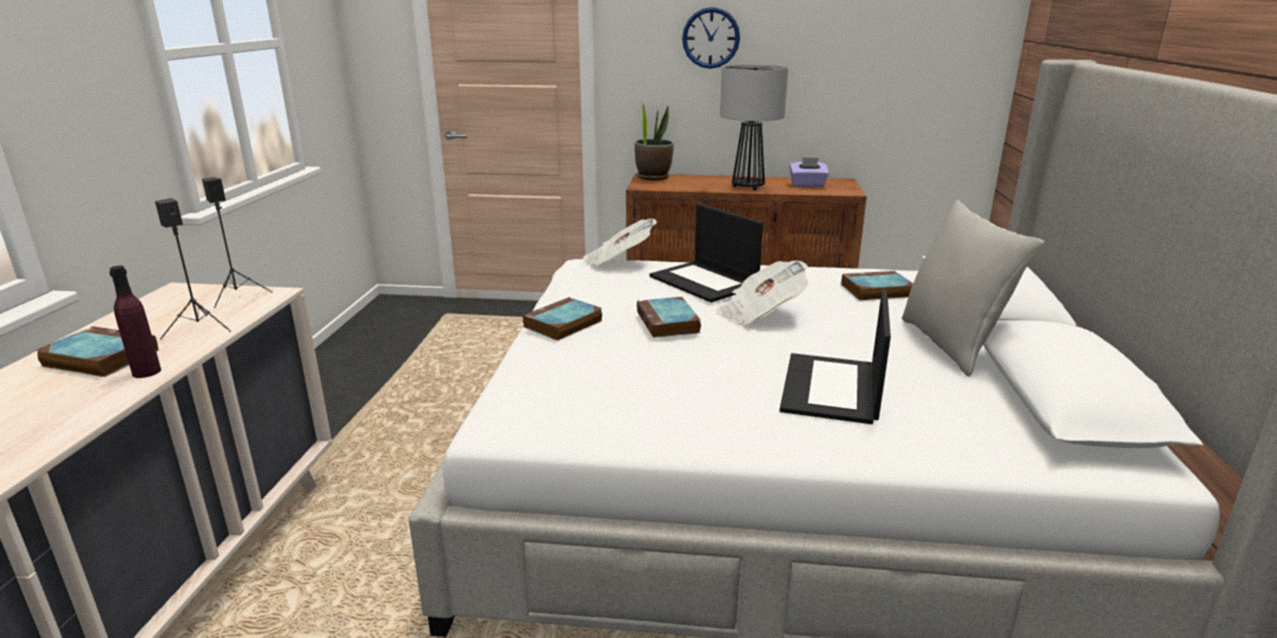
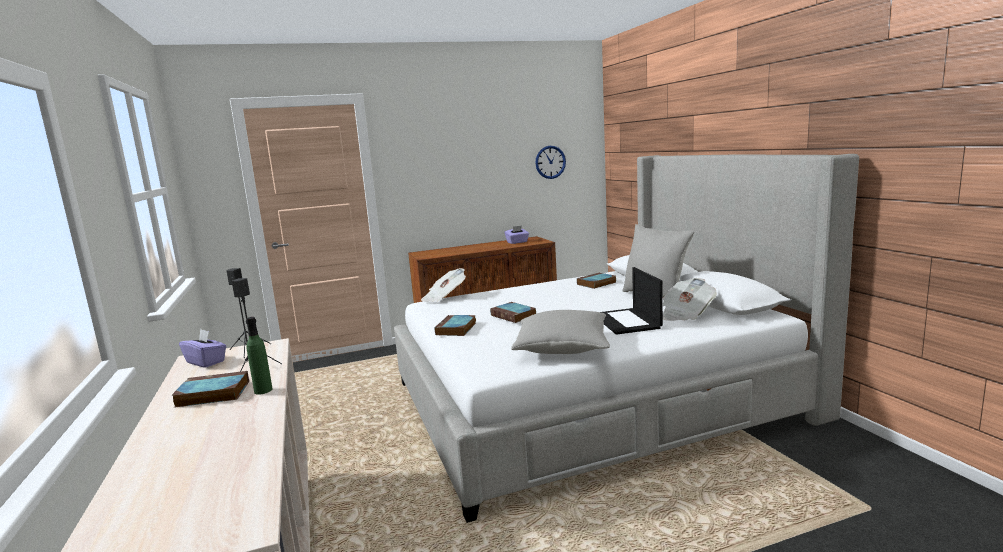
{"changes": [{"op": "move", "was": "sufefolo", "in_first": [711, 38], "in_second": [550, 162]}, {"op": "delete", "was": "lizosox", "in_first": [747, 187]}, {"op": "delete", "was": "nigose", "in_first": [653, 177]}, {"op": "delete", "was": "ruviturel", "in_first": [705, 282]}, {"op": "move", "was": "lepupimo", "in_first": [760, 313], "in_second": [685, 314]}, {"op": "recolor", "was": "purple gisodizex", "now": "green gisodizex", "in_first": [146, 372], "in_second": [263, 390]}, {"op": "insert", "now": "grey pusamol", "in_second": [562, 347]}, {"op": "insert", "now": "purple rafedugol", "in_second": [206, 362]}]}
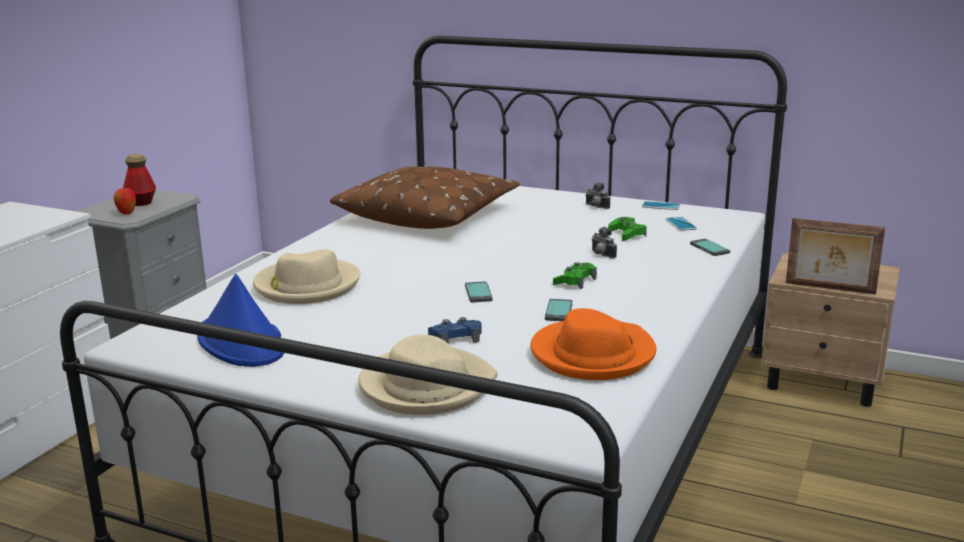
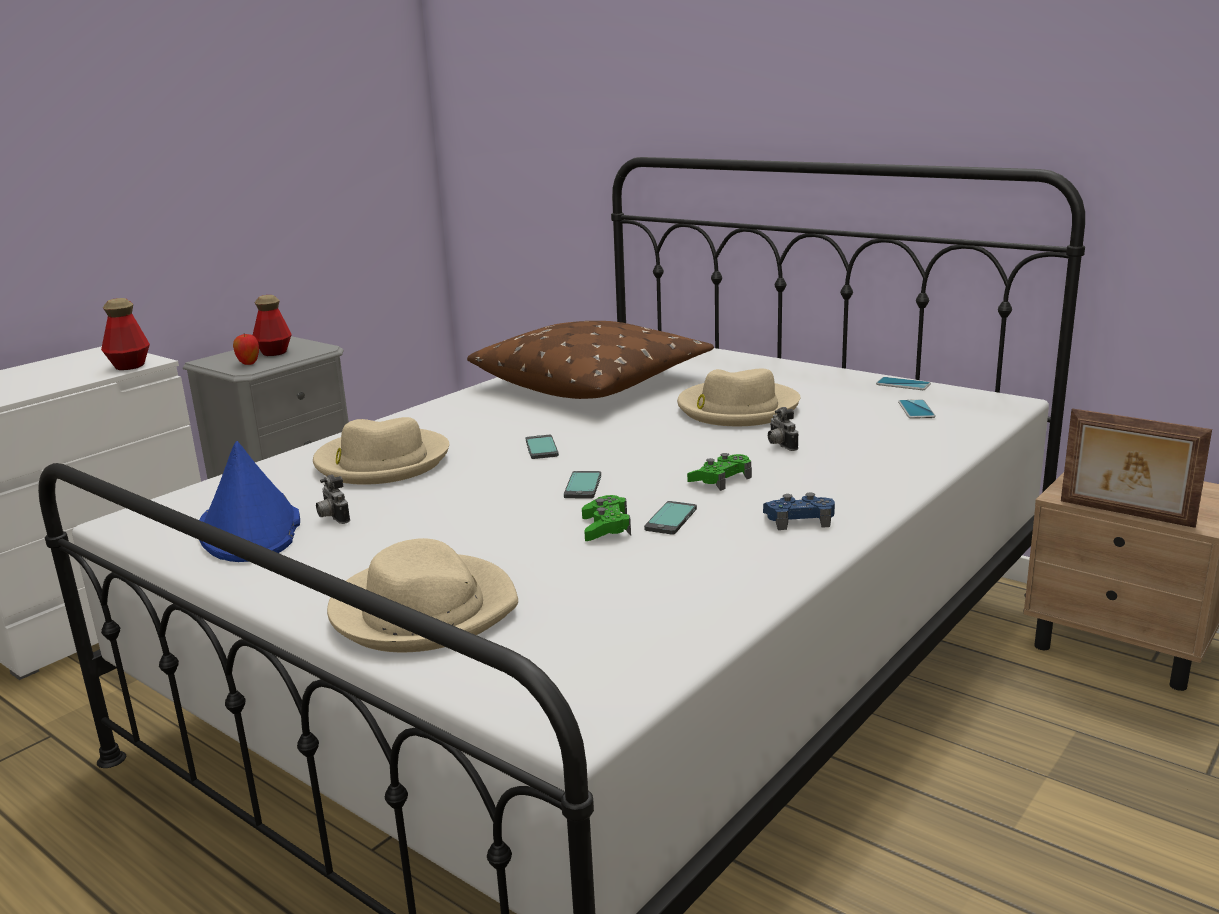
{"changes": [{"op": "move", "was": "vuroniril", "in_first": [595, 207], "in_second": [332, 518]}, {"op": "move", "was": "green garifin", "in_first": [627, 234], "in_second": [606, 527]}, {"op": "move", "was": "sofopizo", "in_first": [709, 248], "in_second": [541, 448]}, {"op": "delete", "was": "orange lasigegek", "in_first": [592, 354]}, {"op": "move", "was": "blue garifin", "in_first": [455, 338], "in_second": [799, 520]}, {"op": "insert", "now": "gisodizex", "in_second": [129, 365]}, {"op": "insert", "now": "beige lasigegek", "in_second": [737, 408]}]}
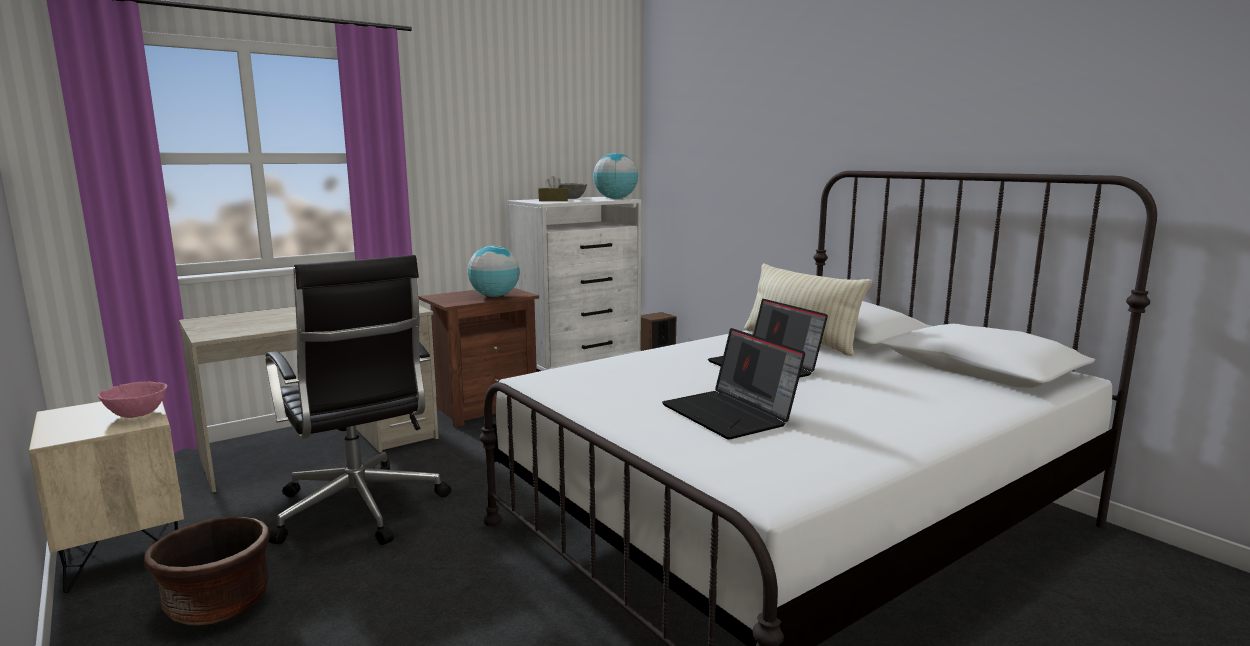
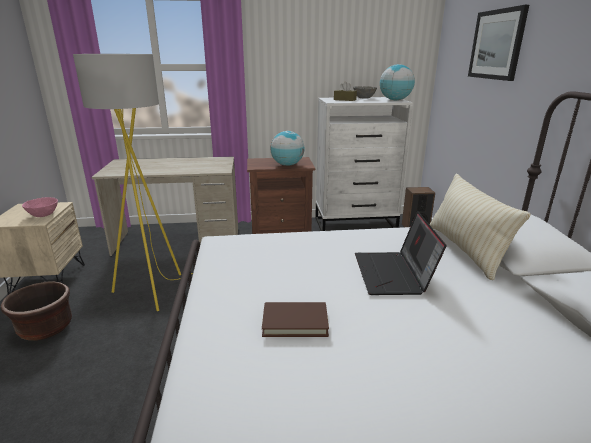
{"changes": [{"op": "replace", "was": "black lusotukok", "now": "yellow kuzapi", "in_first": [359, 510], "in_second": [155, 289]}, {"op": "replace", "was": "ruviturel", "now": "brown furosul", "in_first": [731, 414], "in_second": [295, 322]}, {"op": "insert", "now": "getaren", "in_second": [496, 44]}]}
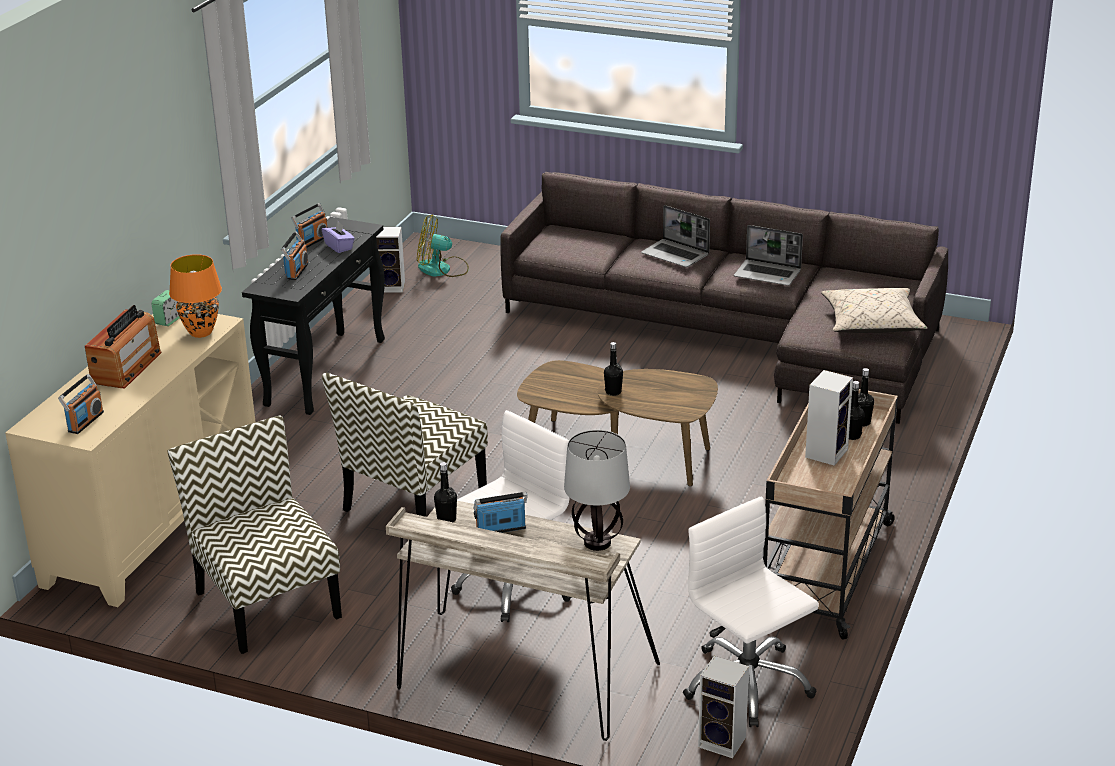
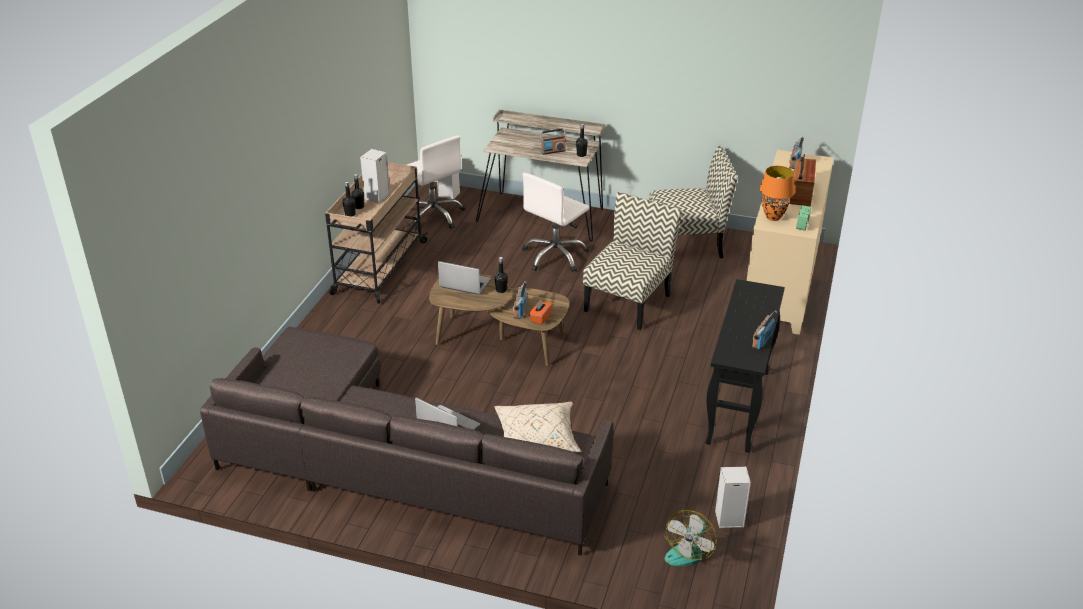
{"changes": [{"op": "rotate", "was": "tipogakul", "in_first": [442, 269], "in_second": [688, 550], "clockwise": 120}, {"op": "delete", "was": "purple rafedugol", "in_first": [339, 247]}, {"op": "move", "was": "ruviturel", "in_first": [768, 274], "in_second": [464, 284]}, {"op": "move", "was": "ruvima", "in_first": [297, 271], "in_second": [519, 310]}, {"op": "move", "was": "beige pusamol", "in_first": [871, 323], "in_second": [537, 439]}, {"op": "rotate", "was": "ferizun", "in_first": [266, 603], "in_second": [687, 244], "clockwise": -60}, {"op": "delete", "was": "lizosox", "in_first": [597, 543]}, {"op": "insert", "now": "orange rafedugol", "in_second": [540, 318]}]}
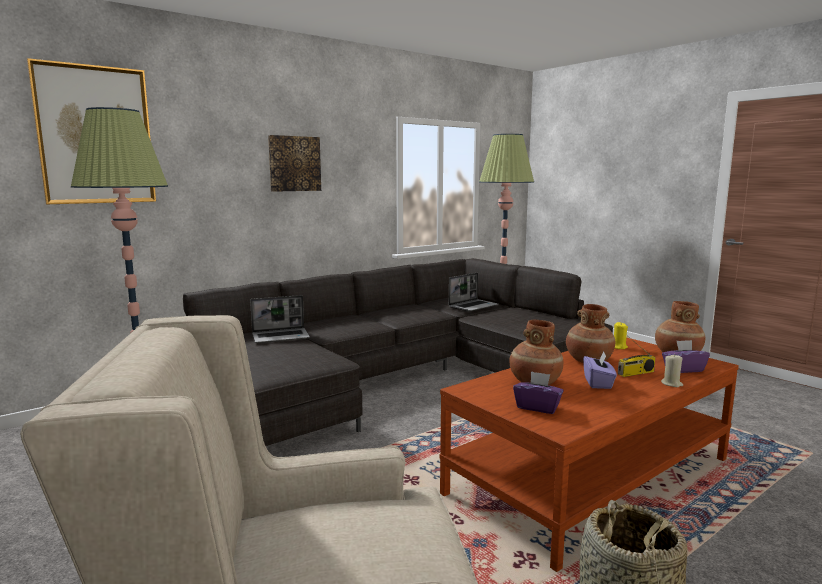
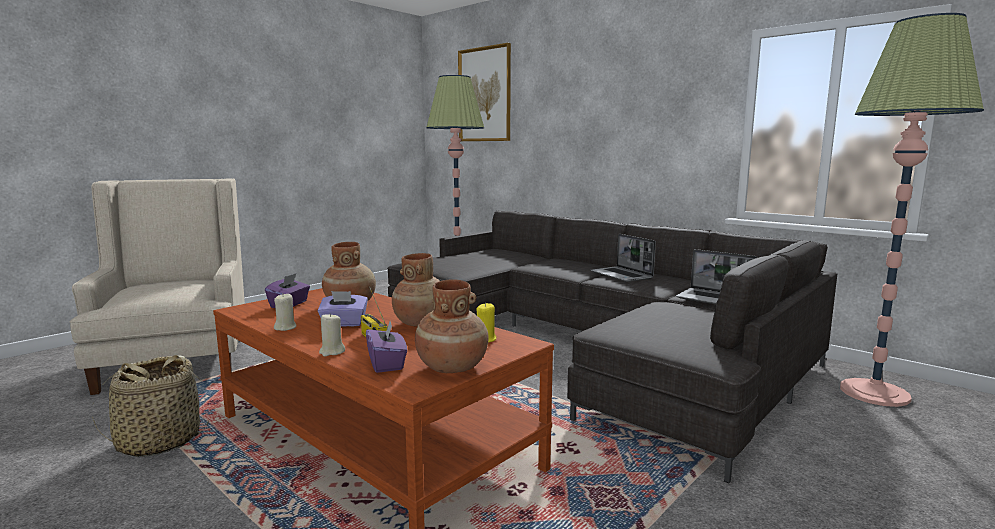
{"changes": [{"op": "delete", "was": "getaren", "in_first": [294, 163]}, {"op": "move", "was": "ruviturel", "in_first": [281, 336], "in_second": [622, 275]}, {"op": "insert", "now": "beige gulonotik", "in_second": [285, 327]}]}
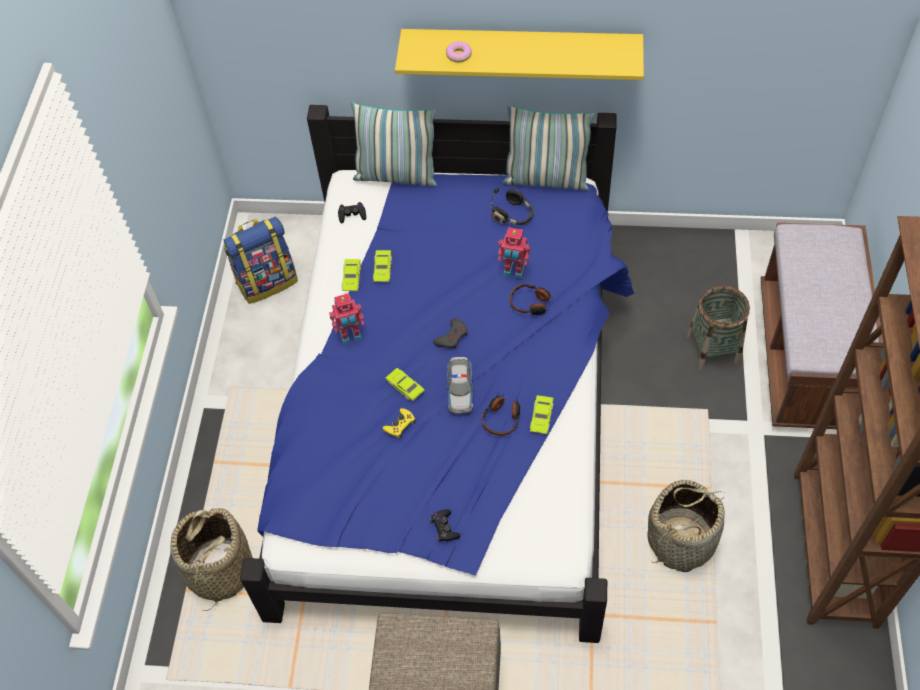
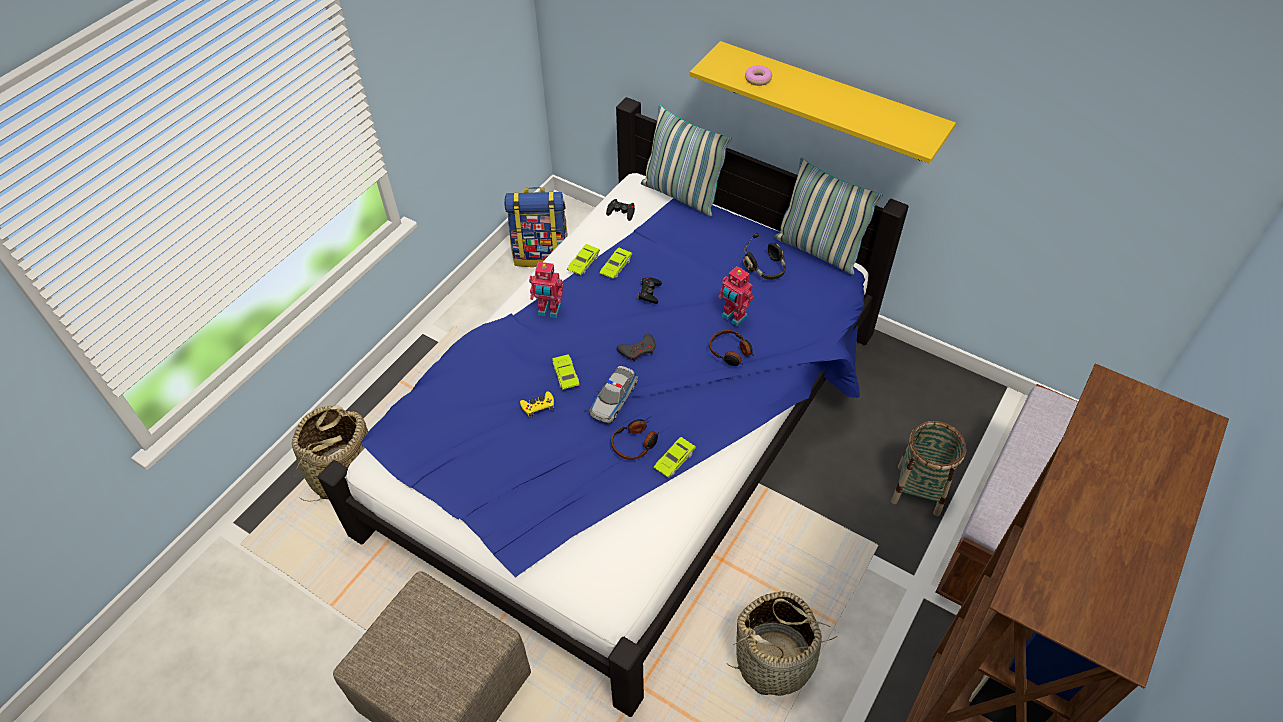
{"changes": [{"op": "move", "was": "black garifin", "in_first": [444, 528], "in_second": [649, 293]}]}
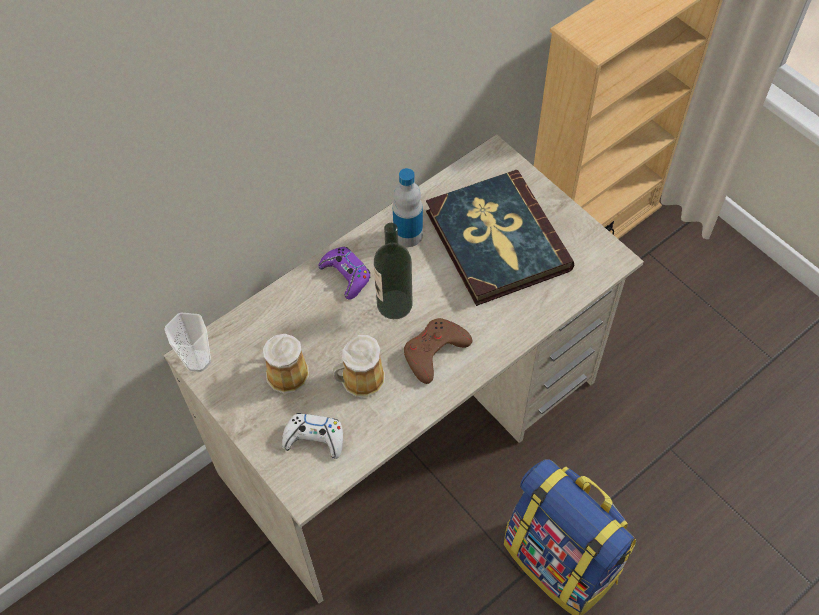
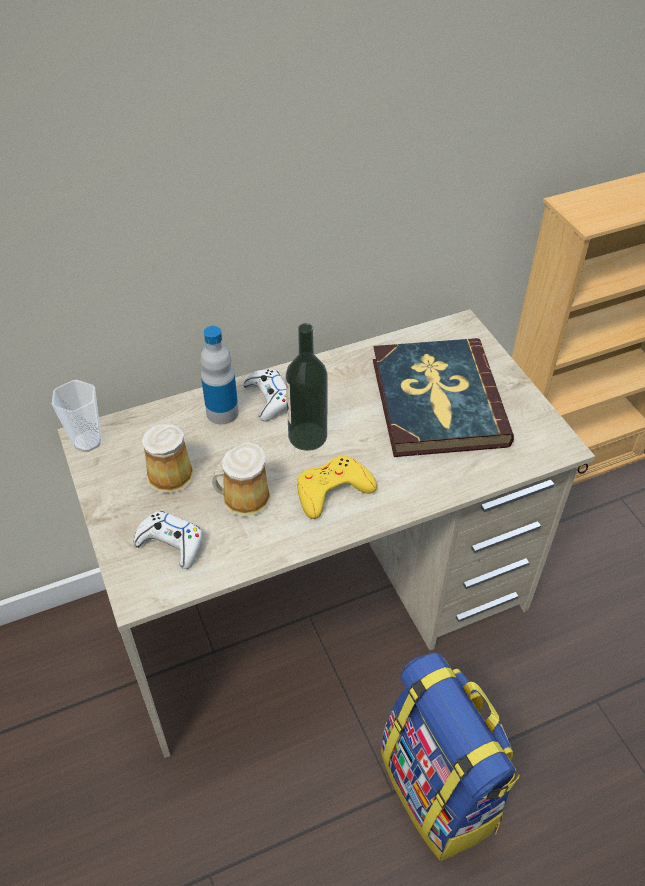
{"changes": [{"op": "move", "was": "gisodizex", "in_first": [408, 235], "in_second": [222, 412]}, {"op": "recolor", "was": "purple garifin", "now": "white garifin", "in_first": [346, 275], "in_second": [268, 399]}, {"op": "recolor", "was": "brown garifin", "now": "yellow garifin", "in_first": [434, 352], "in_second": [332, 490]}]}
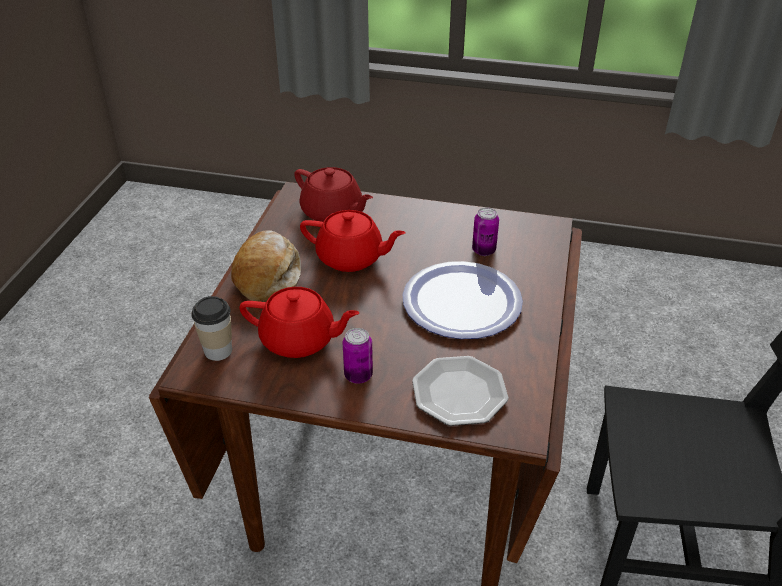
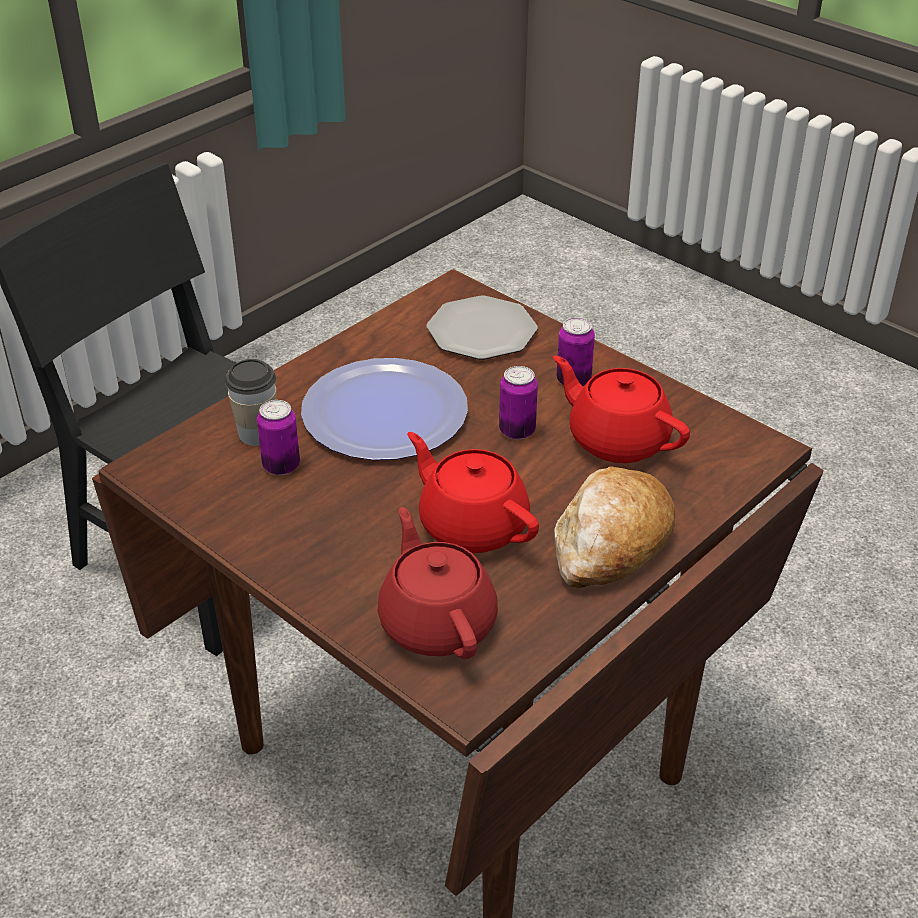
{"changes": [{"op": "move", "was": "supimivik", "in_first": [218, 350], "in_second": [257, 434]}, {"op": "insert", "now": "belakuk", "in_second": [517, 431]}]}
